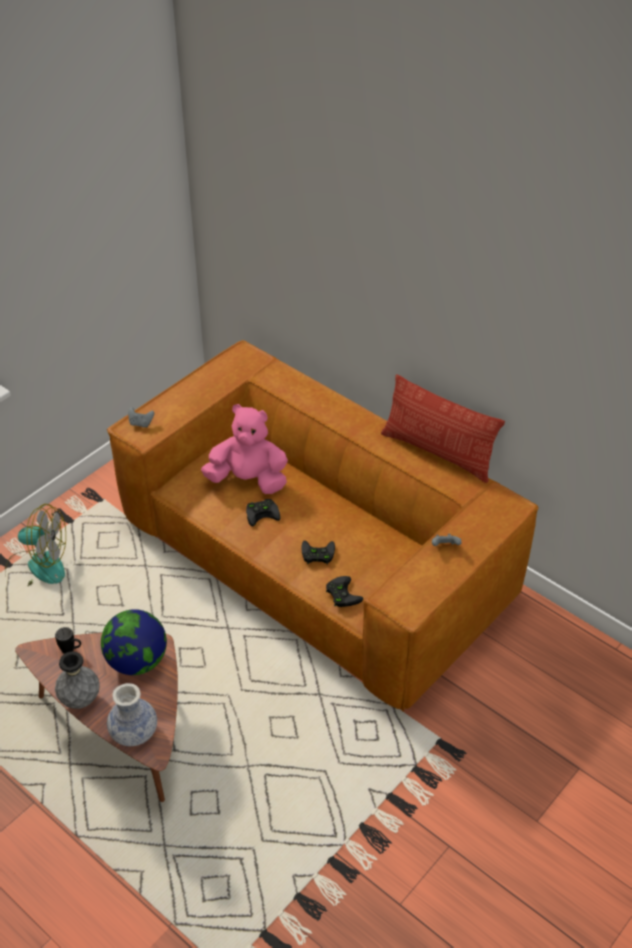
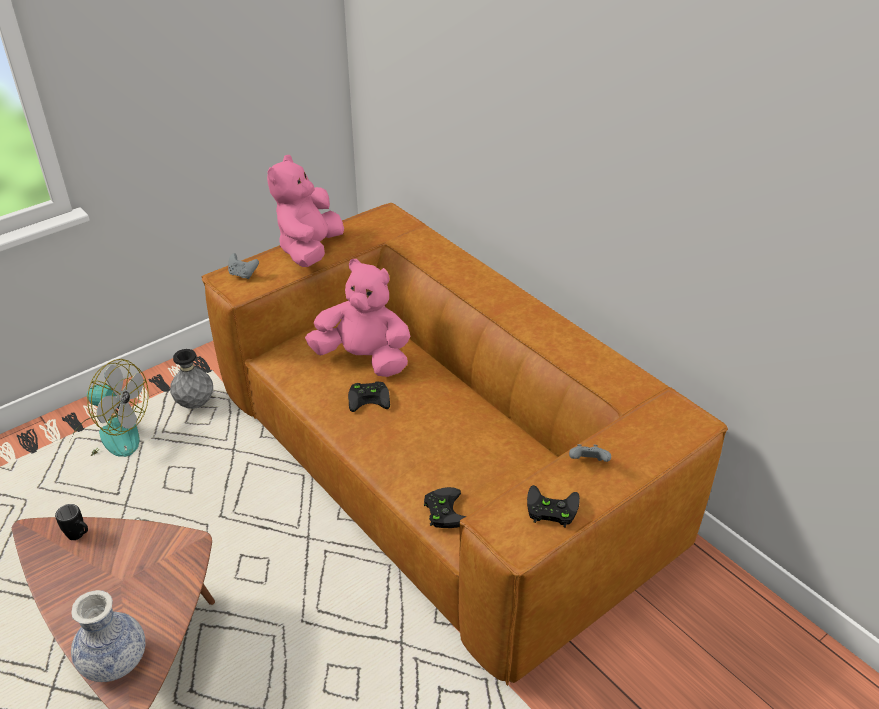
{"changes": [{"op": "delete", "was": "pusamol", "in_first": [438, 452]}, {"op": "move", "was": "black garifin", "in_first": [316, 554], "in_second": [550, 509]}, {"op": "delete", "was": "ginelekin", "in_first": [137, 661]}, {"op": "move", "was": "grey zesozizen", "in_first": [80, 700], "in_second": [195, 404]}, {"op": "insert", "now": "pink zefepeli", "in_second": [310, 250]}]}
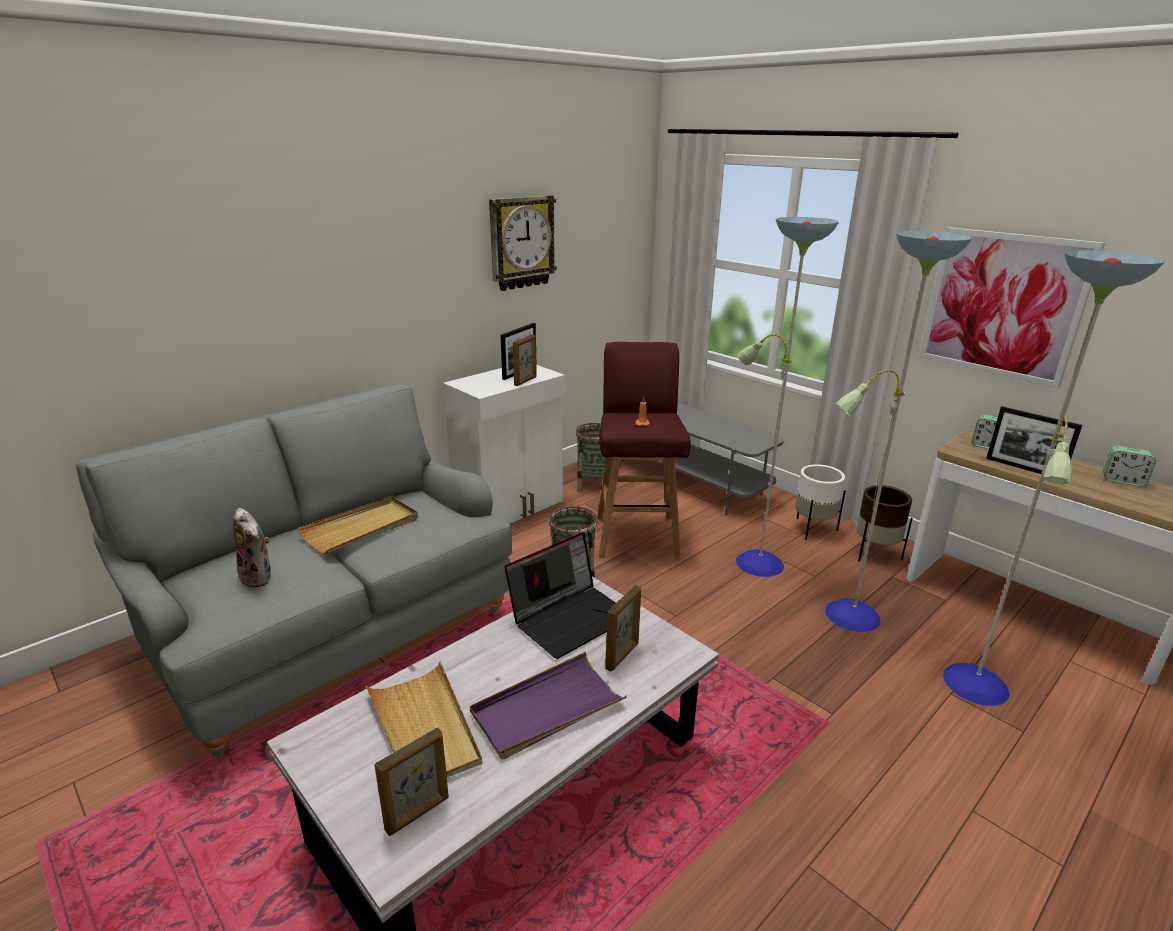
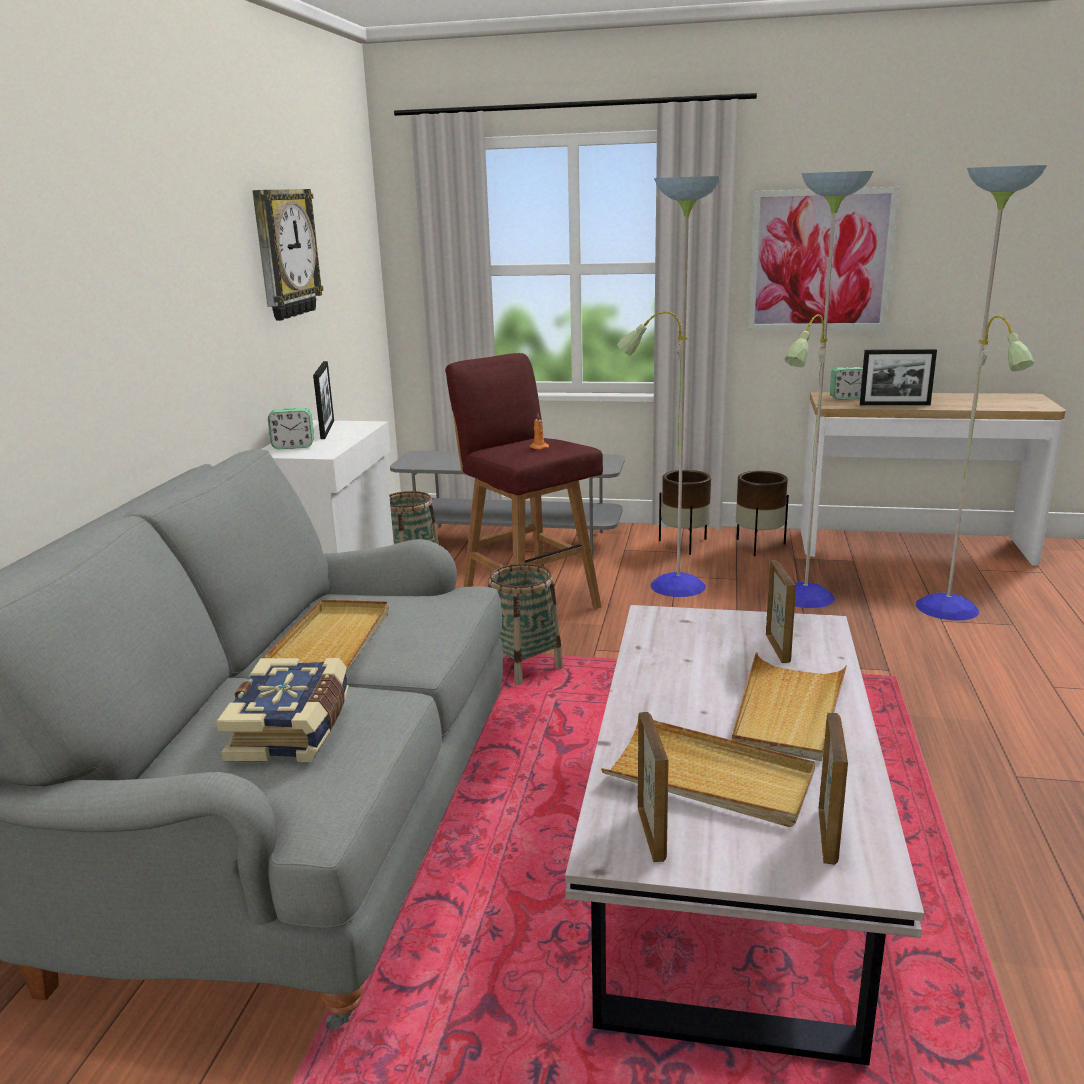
{"changes": [{"op": "move", "was": "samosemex", "in_first": [525, 381], "in_second": [651, 833]}, {"op": "move", "was": "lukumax", "in_first": [1123, 480], "in_second": [293, 446]}, {"op": "recolor", "was": "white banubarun", "now": "brown banubarun", "in_first": [812, 529], "in_second": [684, 545]}, {"op": "replace", "was": "zefepeli", "now": "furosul", "in_first": [259, 577], "in_second": [293, 729]}, {"op": "delete", "was": "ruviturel", "in_first": [570, 617]}, {"op": "recolor", "was": "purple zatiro", "now": "beige zatiro", "in_first": [547, 709], "in_second": [788, 711]}]}
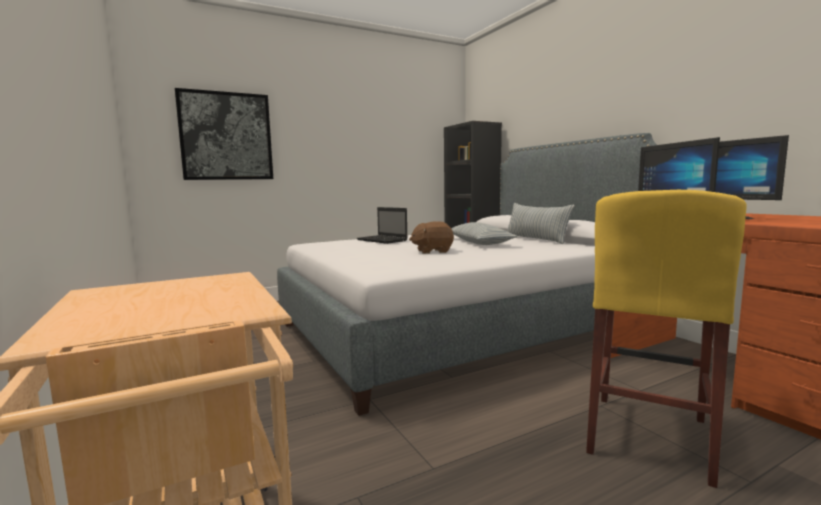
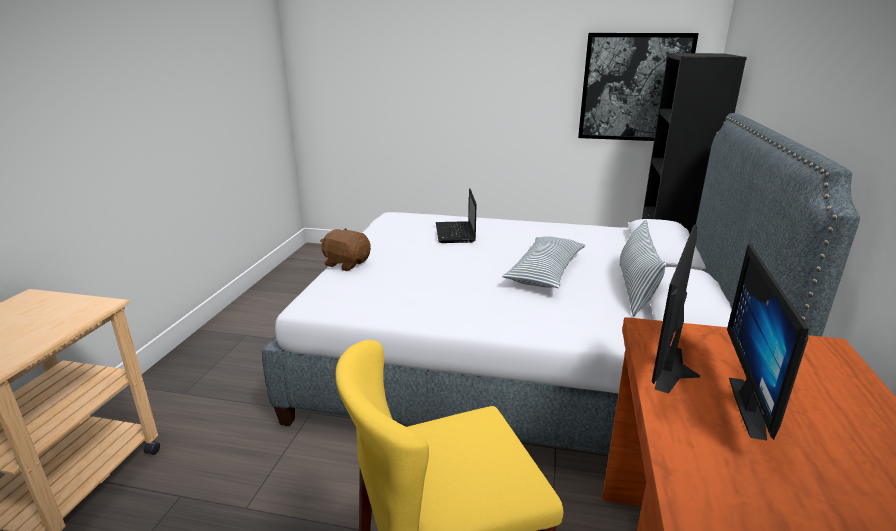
{"changes": [{"op": "move", "was": "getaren", "in_first": [226, 136], "in_second": [634, 88]}, {"op": "move", "was": "brown zefepeli", "in_first": [432, 251], "in_second": [346, 263]}]}
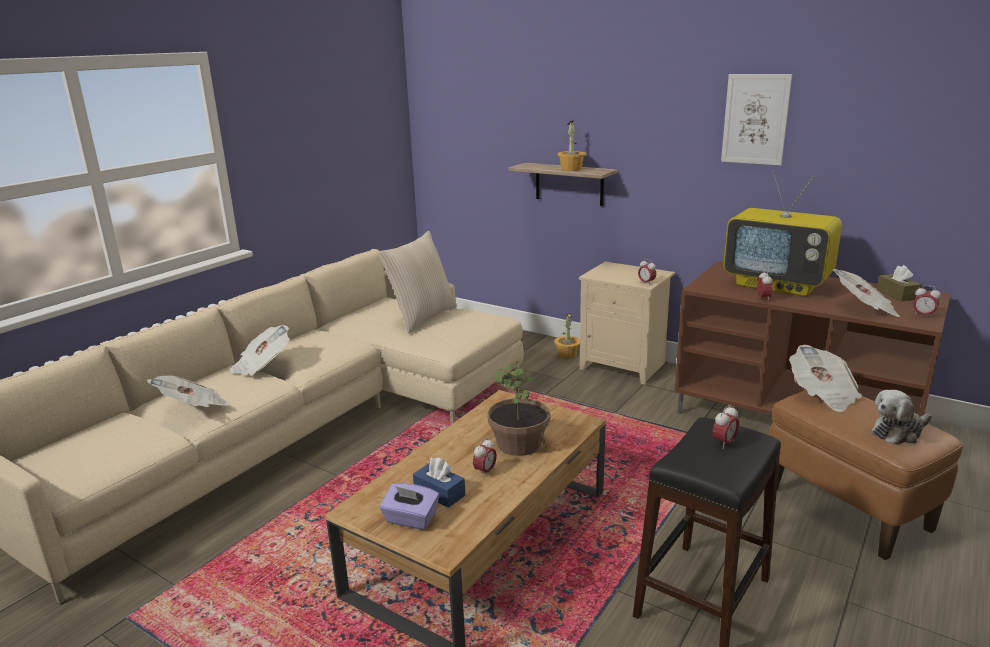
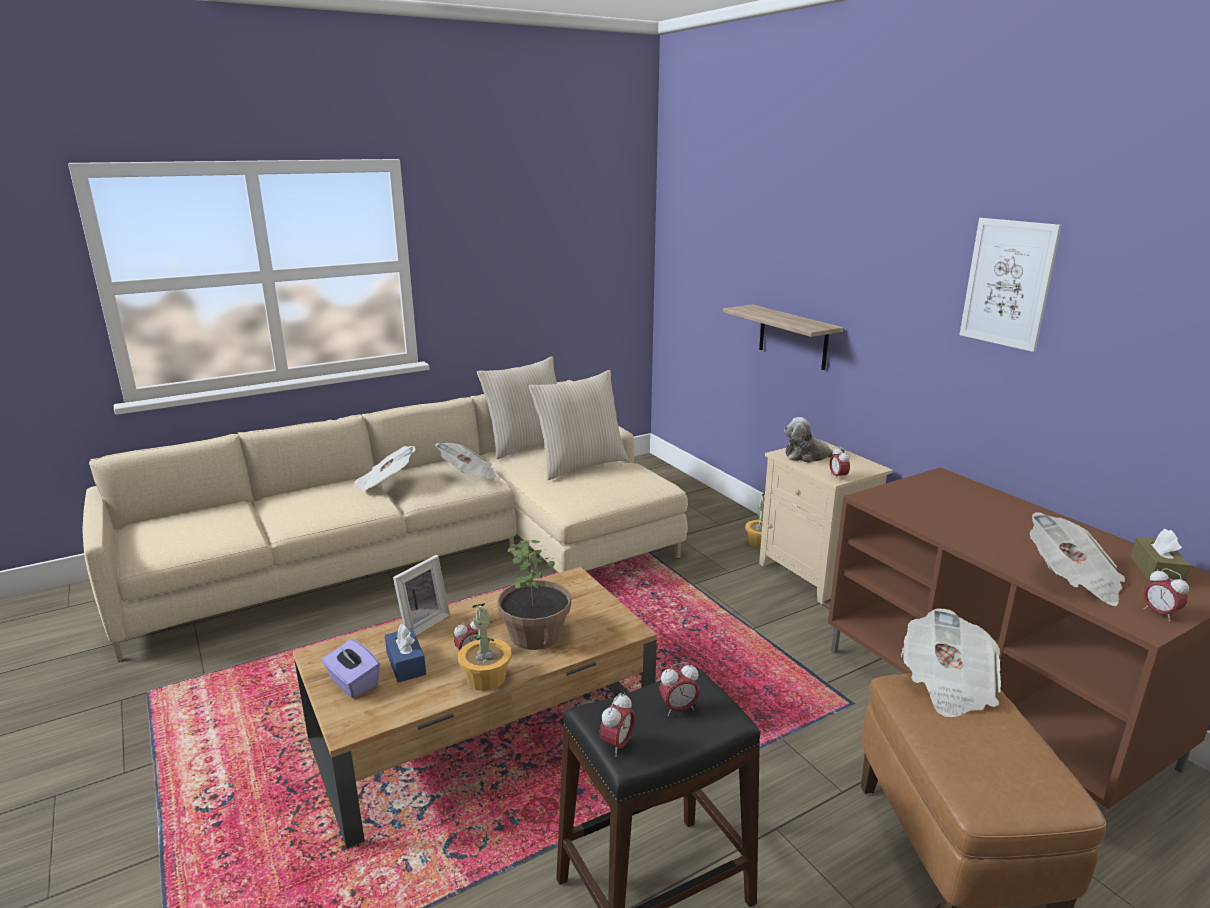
{"changes": [{"op": "move", "was": "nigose", "in_first": [571, 169], "in_second": [486, 679]}, {"op": "delete", "was": "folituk", "in_first": [778, 284]}, {"op": "move", "was": "lukumax", "in_first": [763, 299], "in_second": [617, 745]}, {"op": "move", "was": "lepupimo", "in_first": [193, 408], "in_second": [469, 476]}, {"op": "move", "was": "zefepeli", "in_first": [898, 432], "in_second": [808, 456]}, {"op": "insert", "now": "beige pusamol", "in_second": [527, 445]}, {"op": "insert", "now": "samosemex", "in_second": [421, 623]}]}
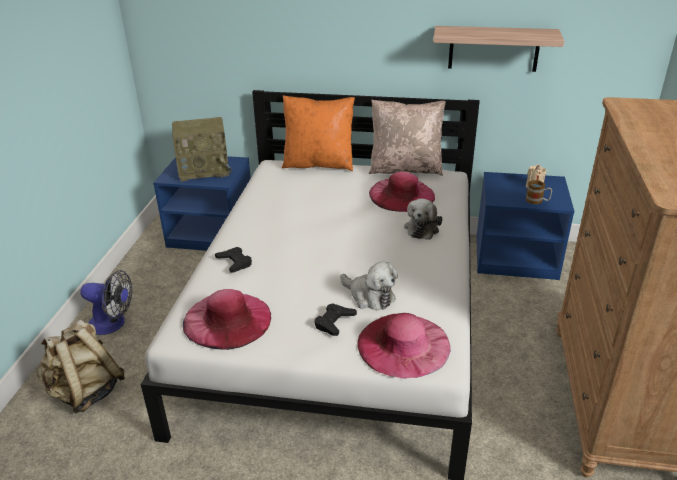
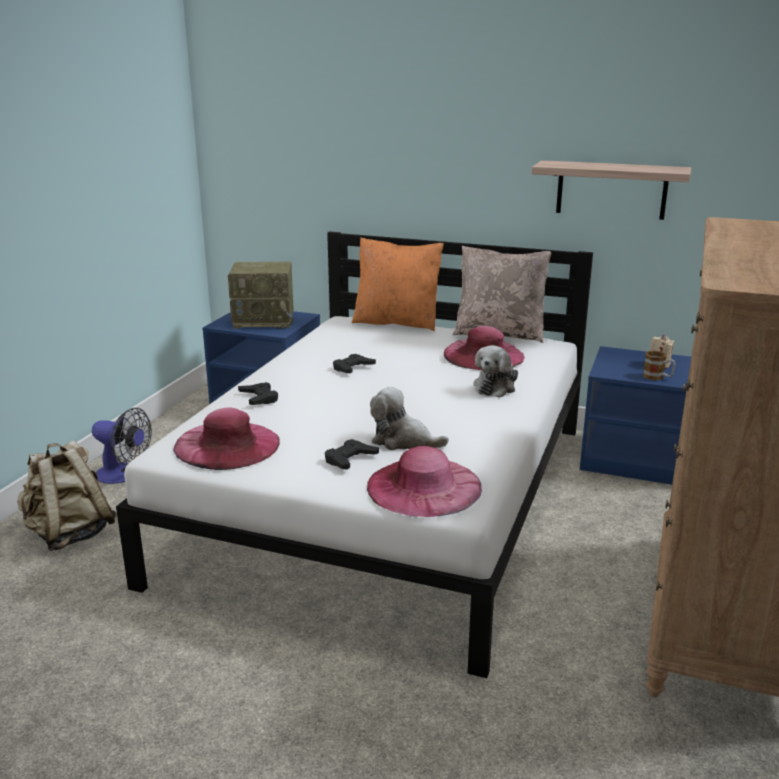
{"changes": [{"op": "rotate", "was": "zefepeli", "in_first": [369, 296], "in_second": [403, 441], "clockwise": 150}, {"op": "insert", "now": "black garifin", "in_second": [353, 368]}]}
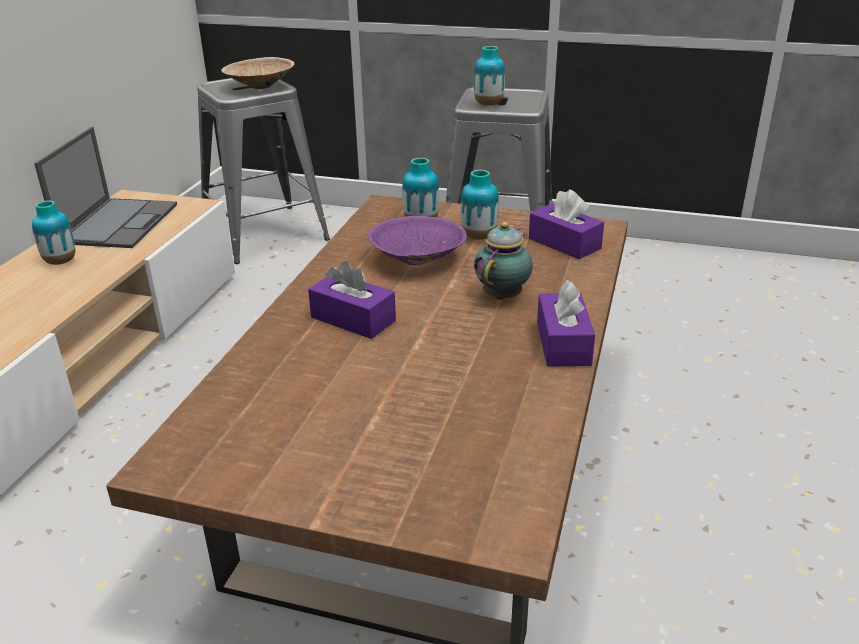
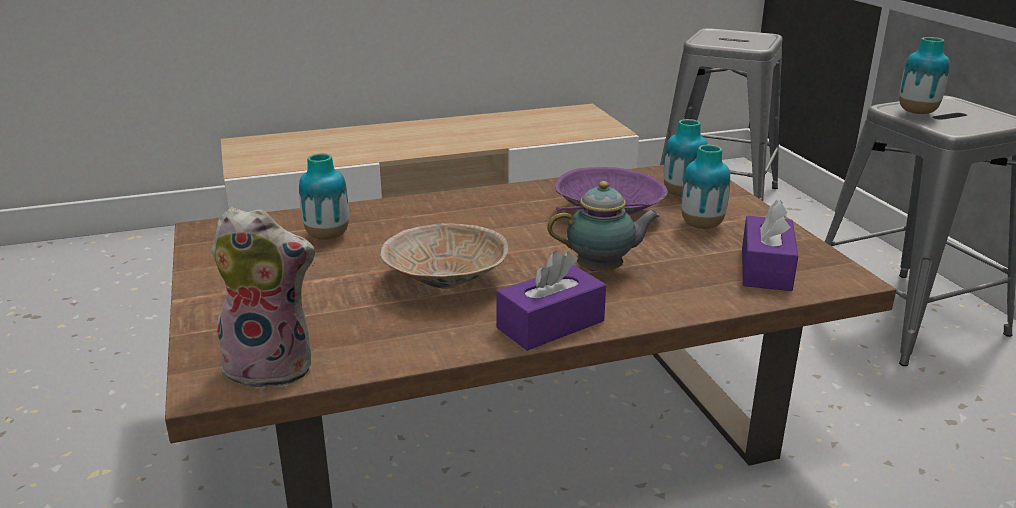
{"changes": [{"op": "move", "was": "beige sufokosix", "in_first": [259, 86], "in_second": [444, 279]}, {"op": "delete", "was": "ruviturel", "in_first": [119, 223]}, {"op": "move", "was": "zesozizen", "in_first": [60, 261], "in_second": [327, 236]}, {"op": "delete", "was": "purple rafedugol", "in_first": [353, 319]}, {"op": "insert", "now": "zefepeli", "in_second": [273, 366]}]}
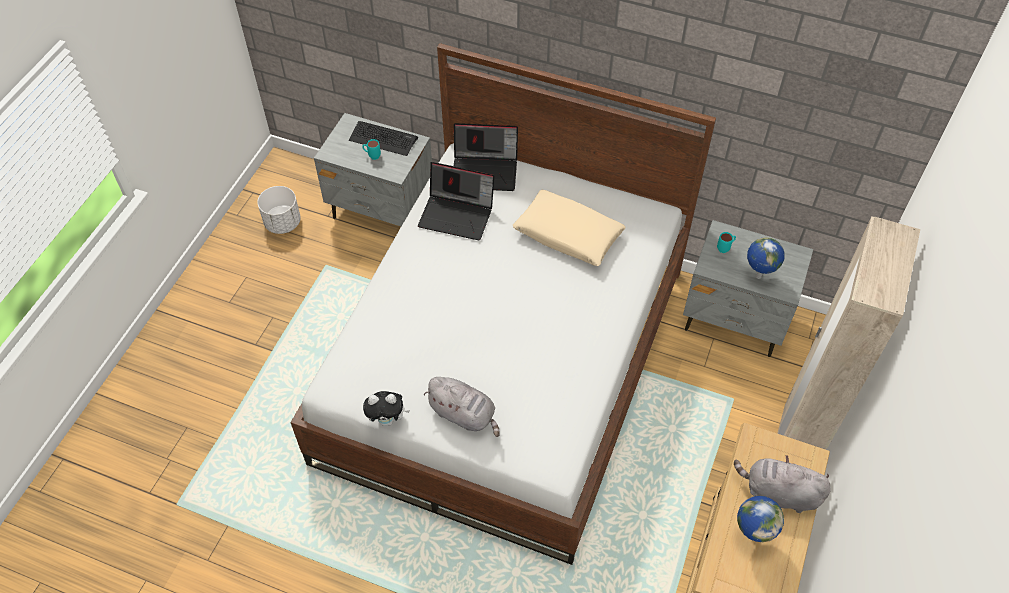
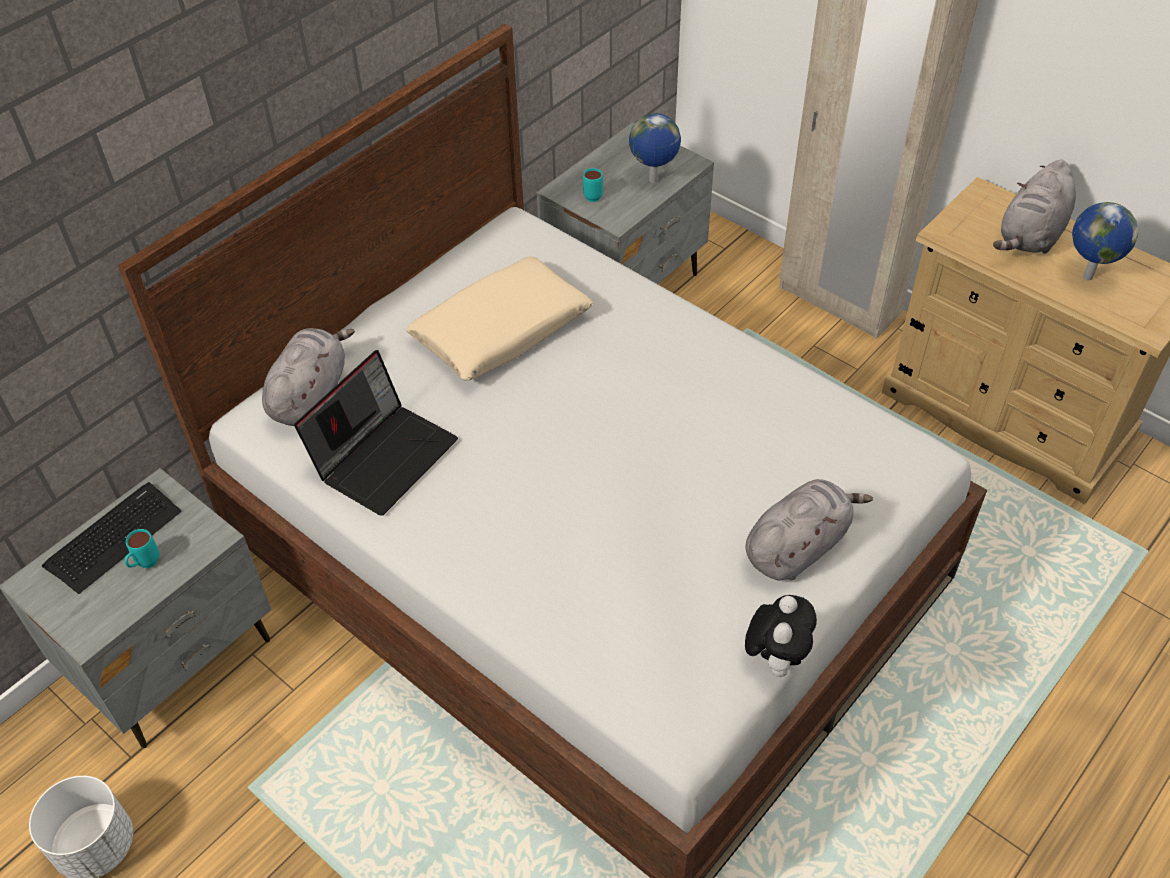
{"changes": [{"op": "replace", "was": "ruviturel", "now": "grey zefepeli", "in_first": [485, 171], "in_second": [310, 395]}]}
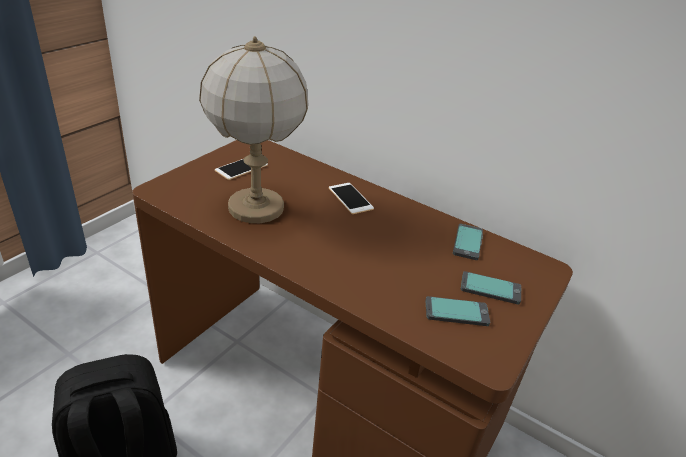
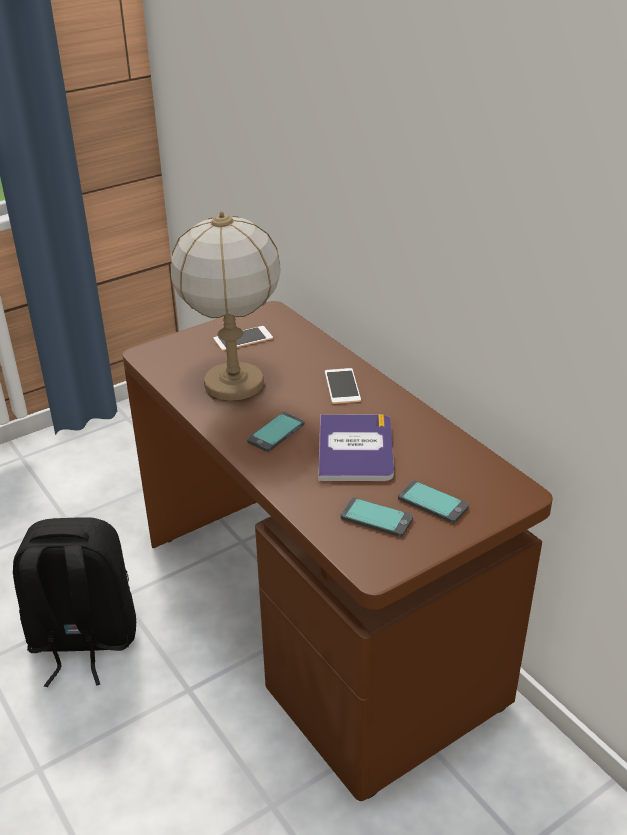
{"changes": [{"op": "move", "was": "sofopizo", "in_first": [468, 242], "in_second": [276, 433]}, {"op": "insert", "now": "furosul", "in_second": [355, 449]}]}
